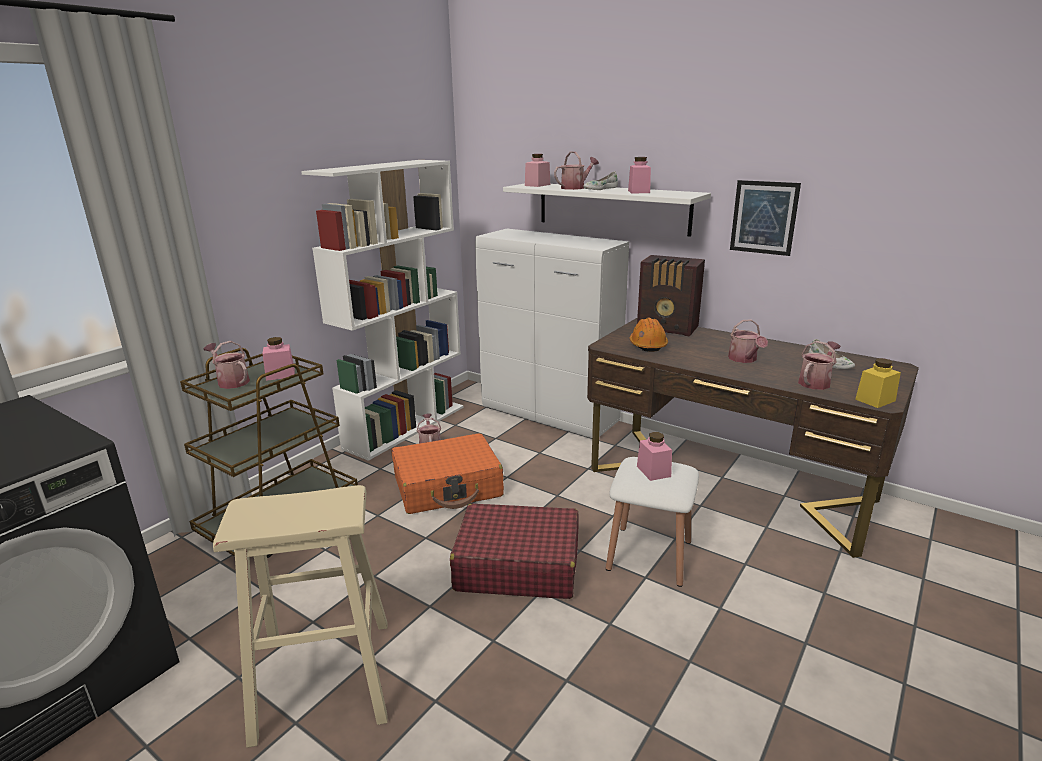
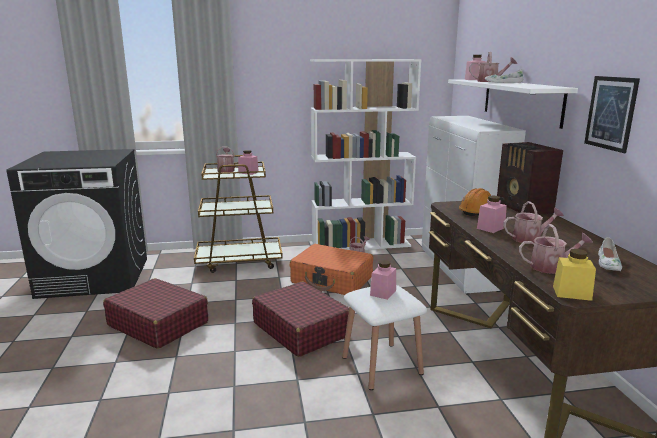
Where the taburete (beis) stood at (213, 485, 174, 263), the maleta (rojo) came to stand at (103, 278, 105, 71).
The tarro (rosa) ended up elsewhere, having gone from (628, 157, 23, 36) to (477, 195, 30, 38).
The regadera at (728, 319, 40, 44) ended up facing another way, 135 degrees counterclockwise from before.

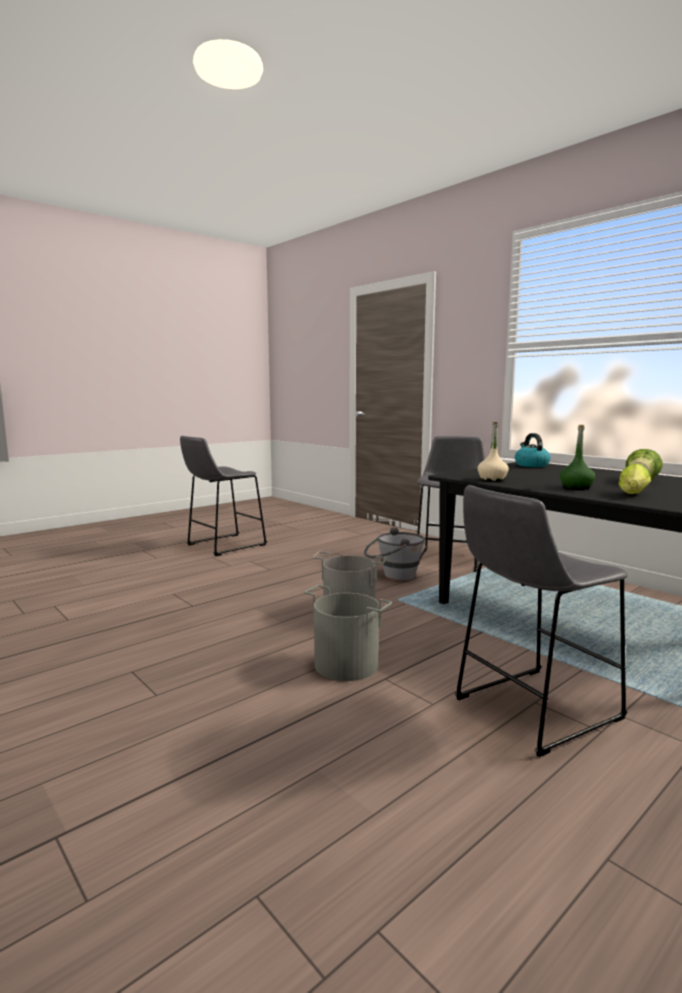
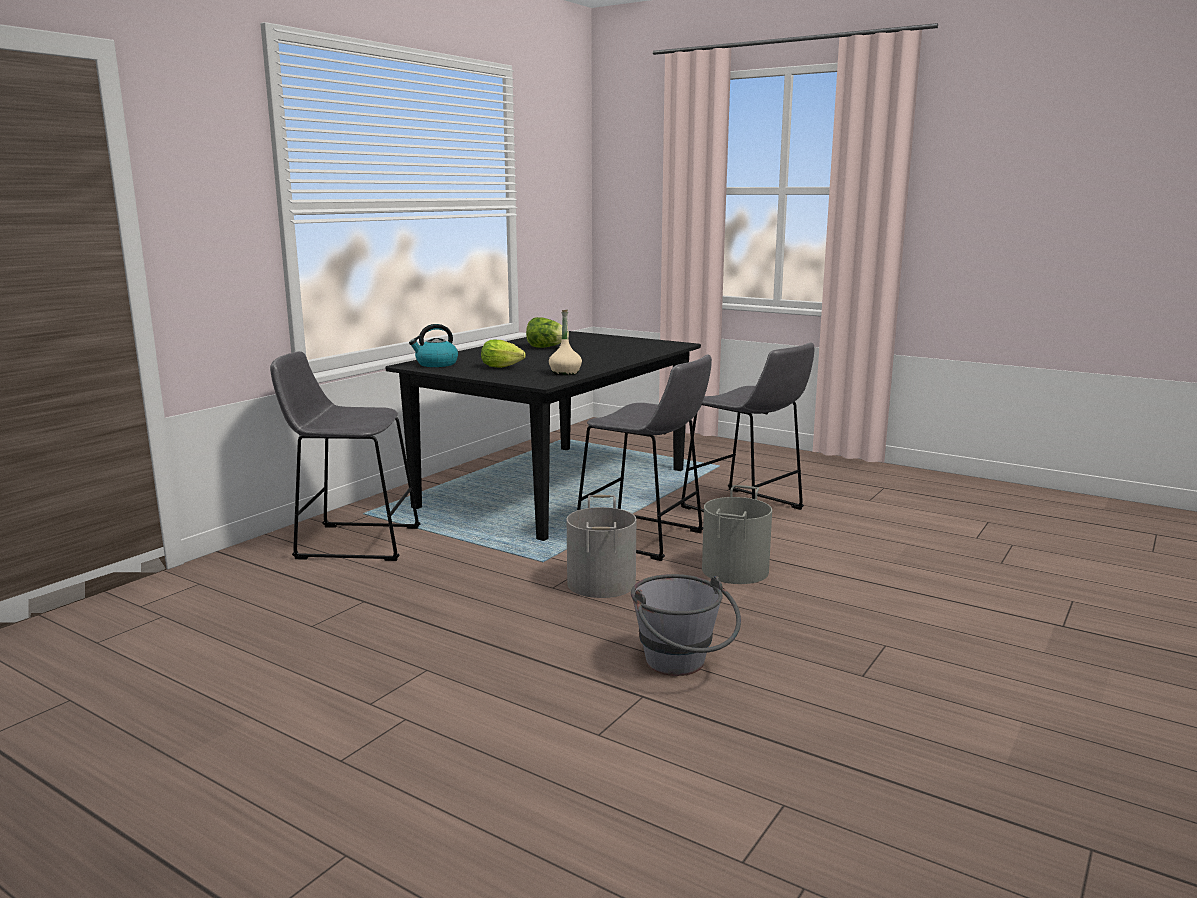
The taburete (gris) ended up elsewhere, having gone from (180, 436, 87, 120) to (577, 355, 135, 206).
The cubo (gris) ended up elsewhere, having gone from (364, 527, 61, 54) to (631, 574, 110, 102).
The second view lost the botella (verde) at (560, 425, 35, 65).
The lechuga ended up elsewhere, having gone from (619, 463, 32, 31) to (481, 339, 45, 29).

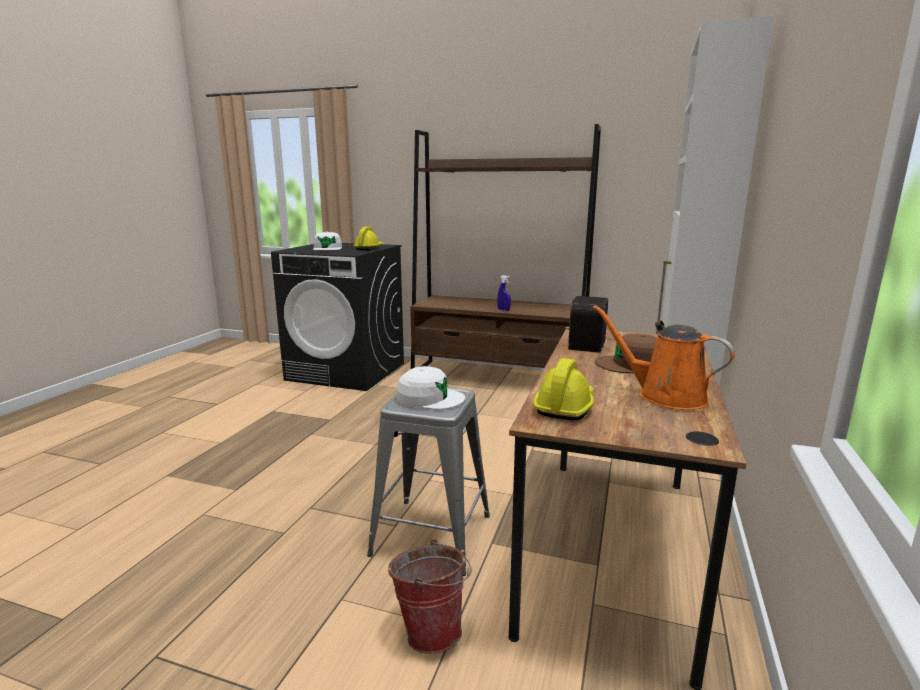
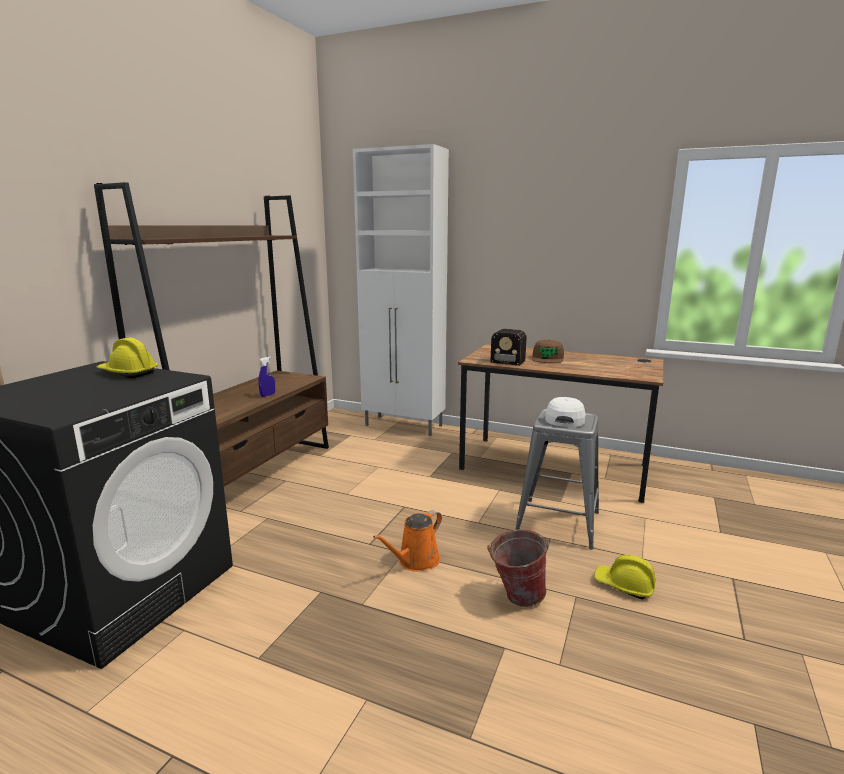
The second view lost the gorra (blanco) at (313, 232, 29, 18).
The cubo ended up elsewhere, having gone from (388, 539, 84, 115) to (487, 529, 62, 78).
The casco (amarillo) ended up elsewhere, having gone from (533, 358, 61, 63) to (595, 555, 60, 44).
The regadera (naranja) ended up elsewhere, having gone from (593, 305, 142, 105) to (373, 510, 69, 62).

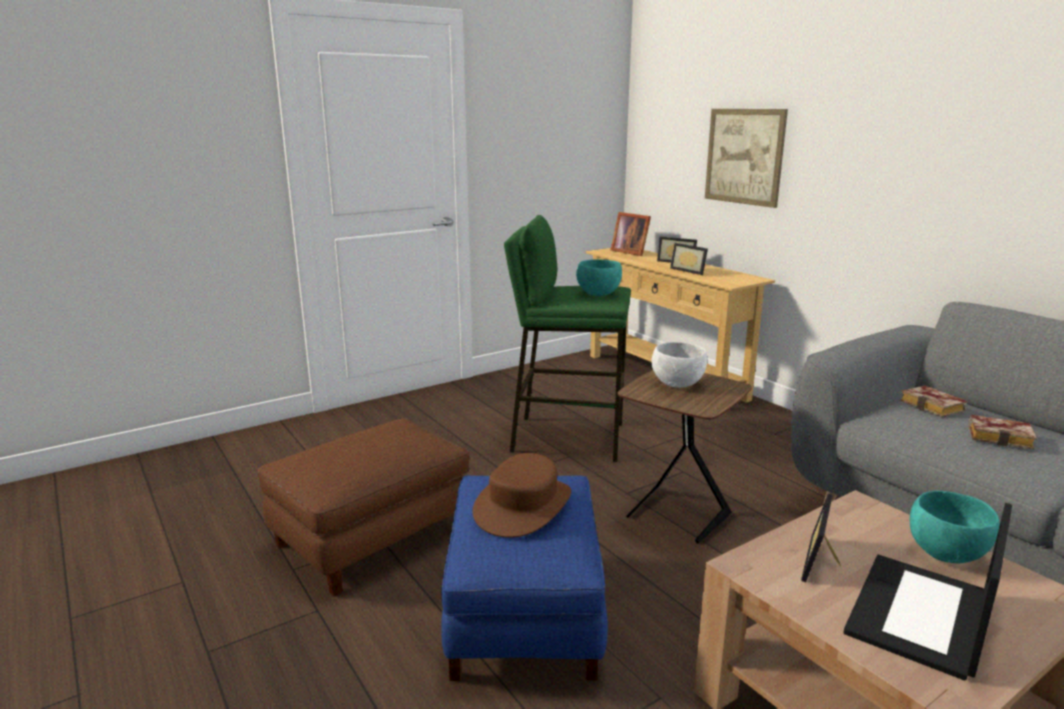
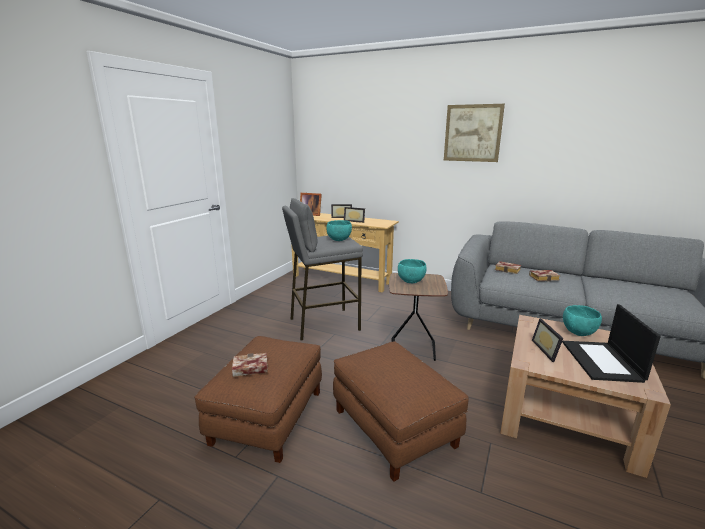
What was the puf (azul) at (441, 475, 167, 206) turned into the puf (marrón) at (333, 341, 136, 141).
The second view lost the sombrero (marrón) at (473, 453, 98, 85).
What was the taburete (verde) at (504, 215, 127, 247) turned into the taburete (gris) at (282, 198, 81, 143).
What was the cuenco (blanco) at (651, 342, 56, 46) turned into the cuenco (turquesa) at (398, 259, 29, 24).
The cuadro ended up elsewhere, having gone from (705, 109, 83, 99) to (444, 104, 61, 58).
The second view gained the libro at (232, 353, 36, 24).

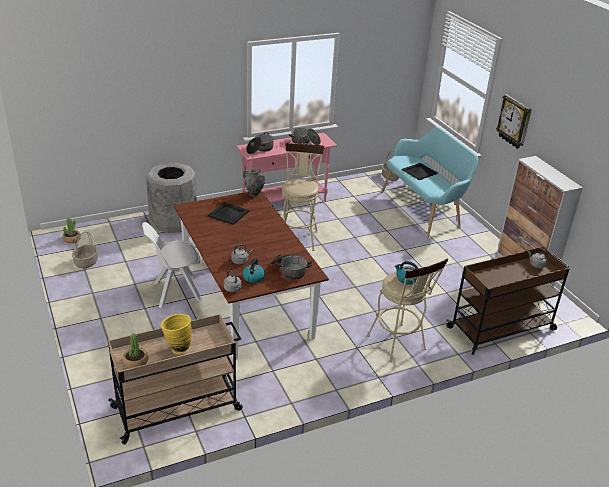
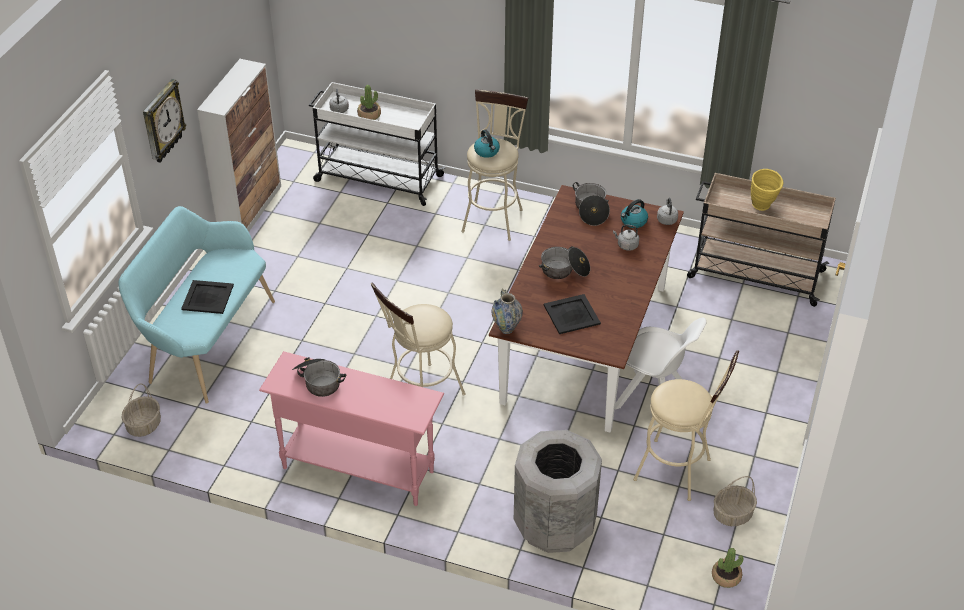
The planta en maceta ended up elsewhere, having gone from (123, 333, 25, 35) to (357, 85, 24, 35).
The olla ended up elsewhere, having gone from (246, 132, 28, 22) to (539, 246, 51, 33).
What was the carrito (marrón) at (446, 247, 124, 108) turned into the carrito (blanco) at (309, 82, 136, 124).
The second view gained the taburete (beis) at (633, 350, 106, 151).

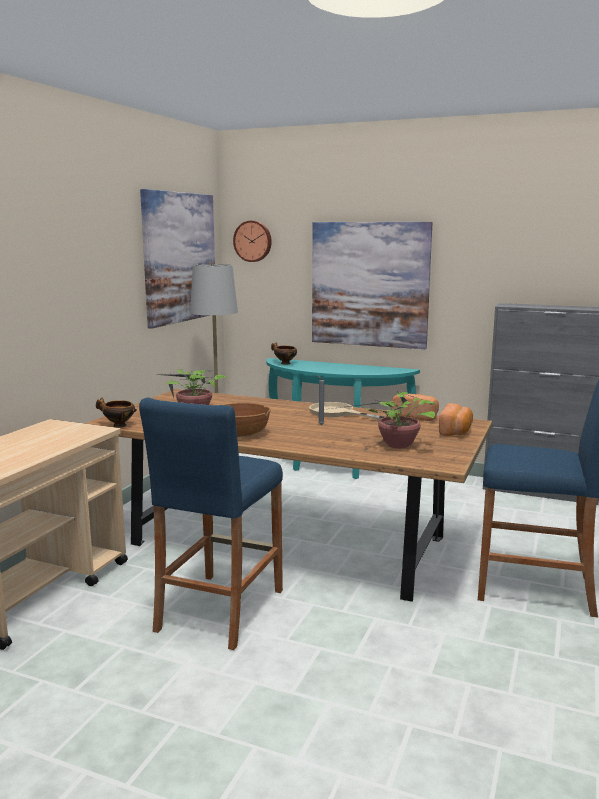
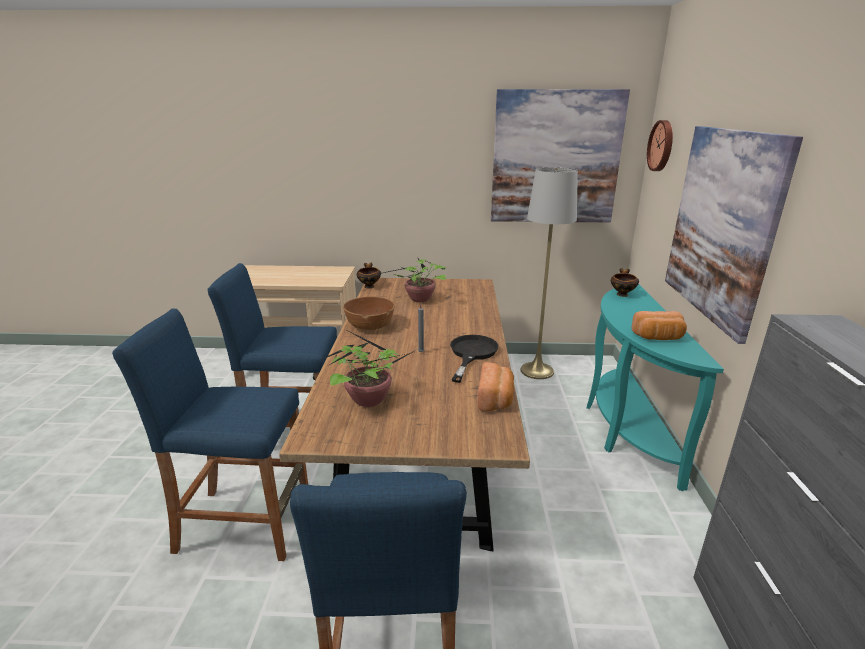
What was the sartén (beis) at (309, 402, 75, 18) turned into the sartén (negro) at (450, 335, 48, 48).
The pan ended up elsewhere, having gone from (439, 403, 34, 33) to (631, 311, 56, 29).
The second view gained the taburete (azul) at (112, 308, 196, 253).

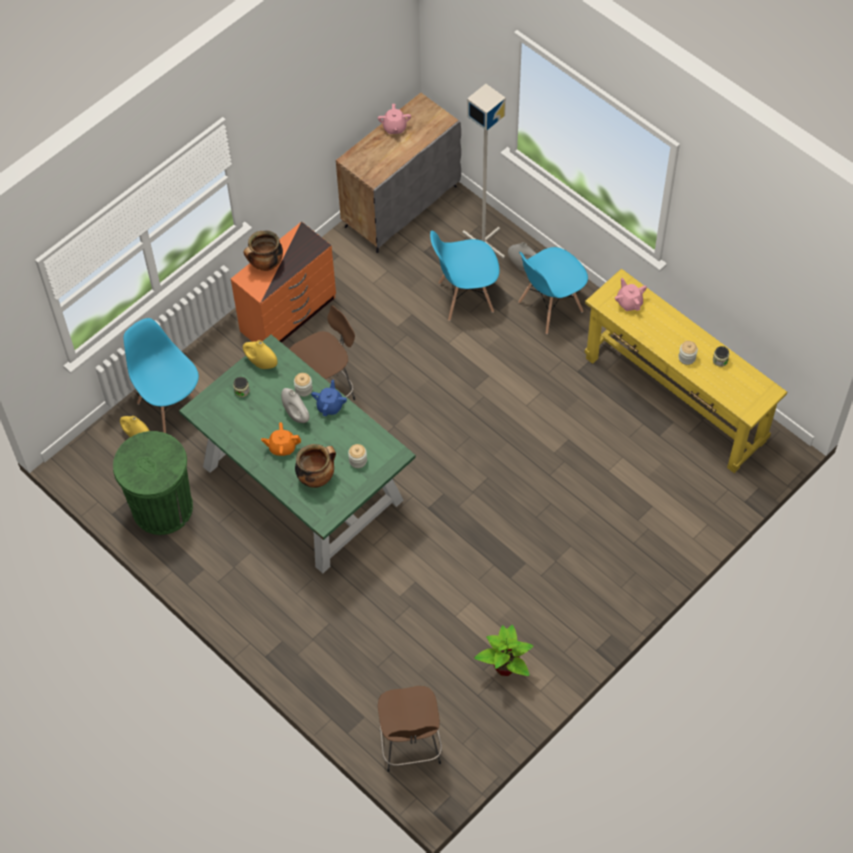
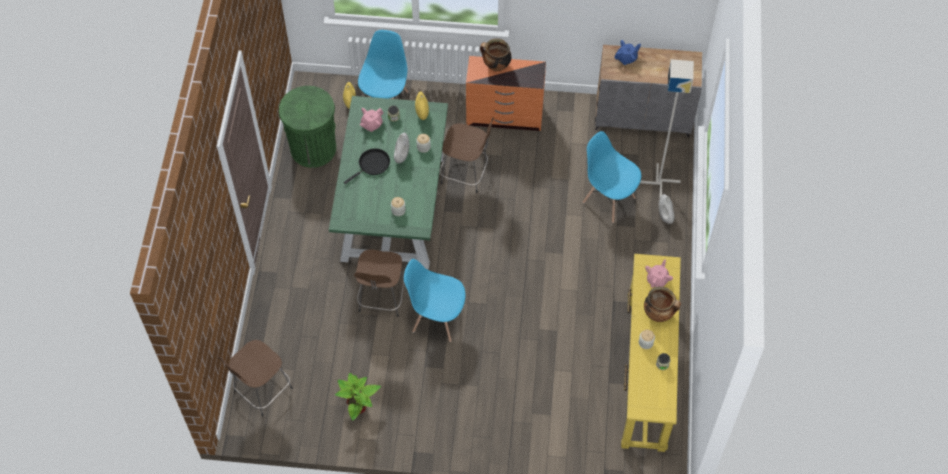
Where the tetera (naranja) stood at (261, 422, 40, 34), the sartén (negro) came to stand at (344, 148, 46, 36).
The olla ended up elsewhere, having gone from (295, 444, 41, 44) to (644, 286, 37, 36).
The tetera (azul) ended up elsewhere, having gone from (311, 380, 36, 36) to (614, 40, 27, 25).
The tetera (rosa) ended up elsewhere, having gone from (378, 104, 33, 30) to (359, 108, 25, 24).
The silla (azul) ended up elsewhere, having gone from (518, 247, 70, 87) to (404, 259, 62, 83).
The second view gained the taburete (marrón) at (354, 249, 50, 68).

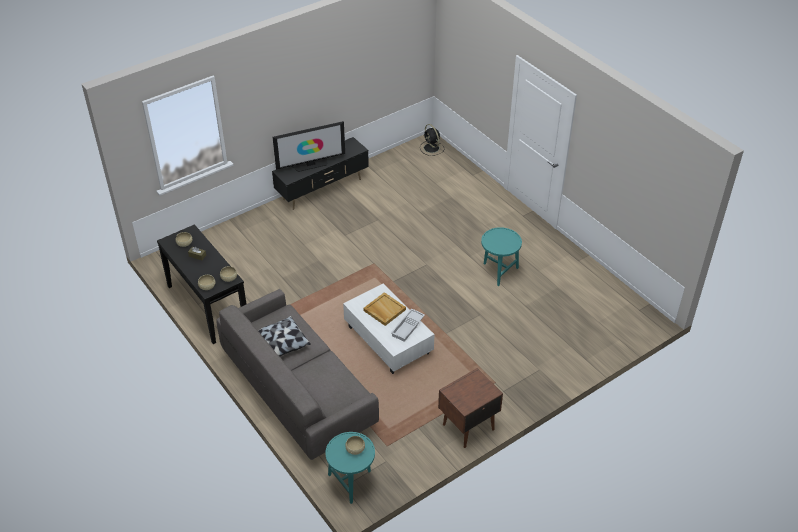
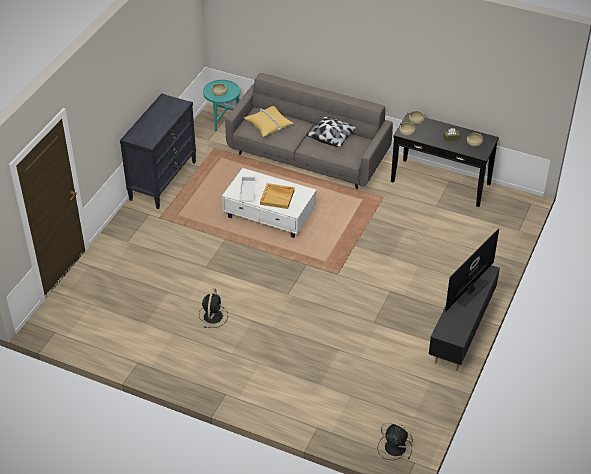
Where the mesita de noche (marrón) stood at (438, 368, 65, 80), the cómoda (negro) came to stand at (120, 93, 76, 116).
Where the mesa auxiliar (turquesa) stood at (481, 227, 41, 59), the ventilador (negro) came to stand at (199, 288, 29, 40).
The second view gained the cojín (amarillo) at (244, 106, 49, 31).

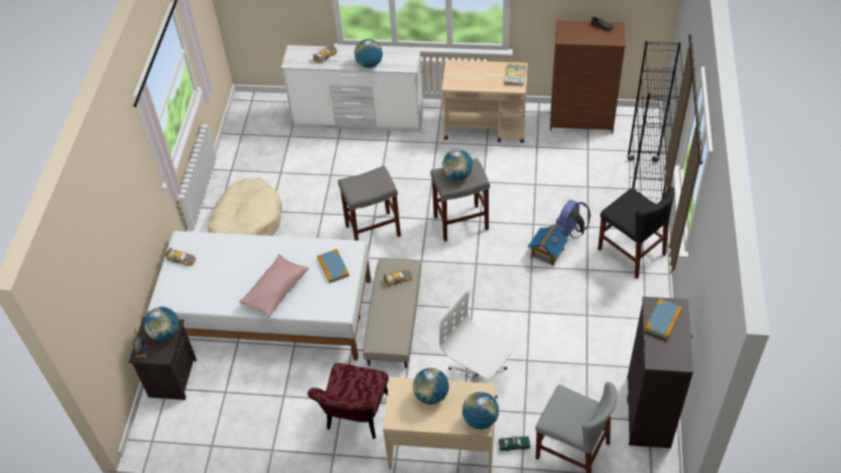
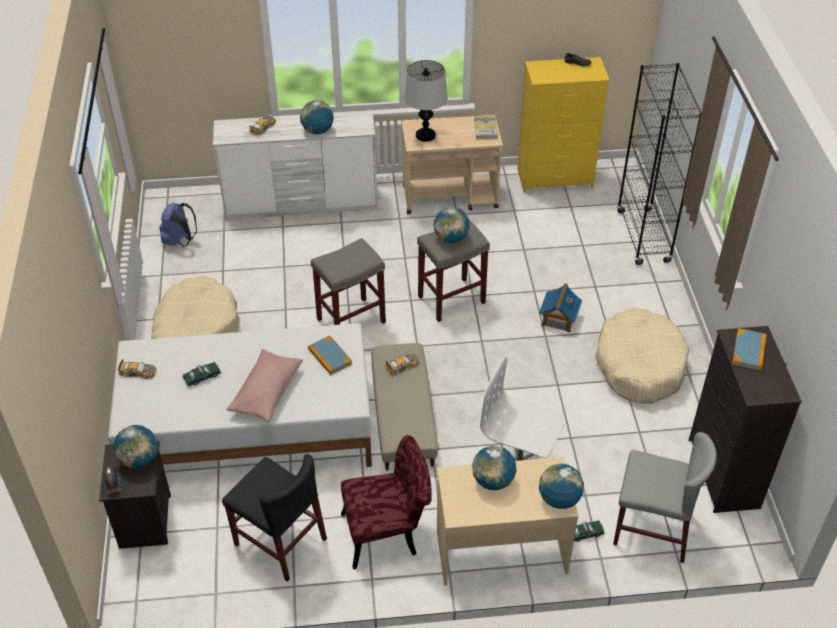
The silla (rojo) at (307, 363, 81, 76) ended up facing another way, 105 degrees counterclockwise from before.
What was the cómoda (marrón) at (550, 20, 76, 113) turned into the cómoda (amarillo) at (517, 57, 92, 136).
The mochila (azul) ended up elsewhere, having gone from (556, 200, 35, 38) to (159, 203, 38, 44).
The silla (negro) ended up elsewhere, having gone from (598, 186, 77, 93) to (222, 454, 105, 128).
The second view gained the coche de juguete at (182, 362, 39, 25).
The second view gained the lámpara de mesa at (404, 60, 43, 82).
The second view gained the cama para perro (beis) at (595, 307, 94, 97).

